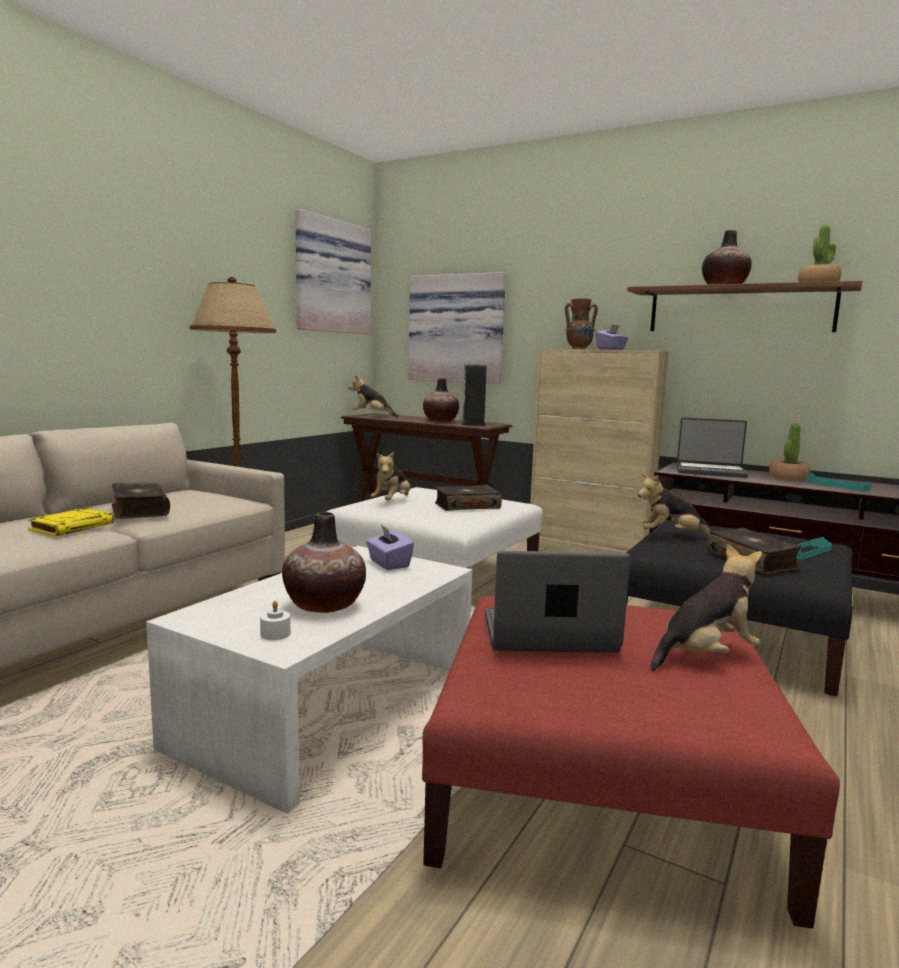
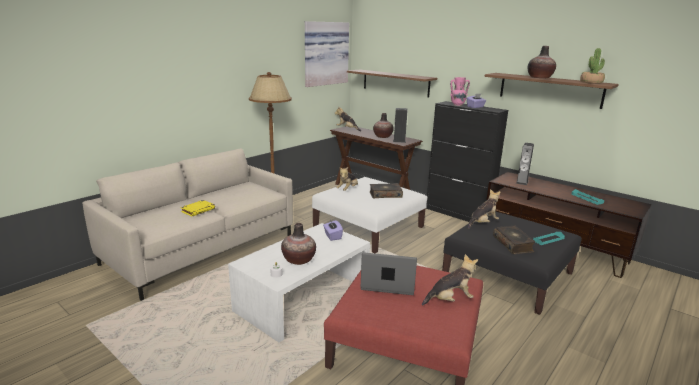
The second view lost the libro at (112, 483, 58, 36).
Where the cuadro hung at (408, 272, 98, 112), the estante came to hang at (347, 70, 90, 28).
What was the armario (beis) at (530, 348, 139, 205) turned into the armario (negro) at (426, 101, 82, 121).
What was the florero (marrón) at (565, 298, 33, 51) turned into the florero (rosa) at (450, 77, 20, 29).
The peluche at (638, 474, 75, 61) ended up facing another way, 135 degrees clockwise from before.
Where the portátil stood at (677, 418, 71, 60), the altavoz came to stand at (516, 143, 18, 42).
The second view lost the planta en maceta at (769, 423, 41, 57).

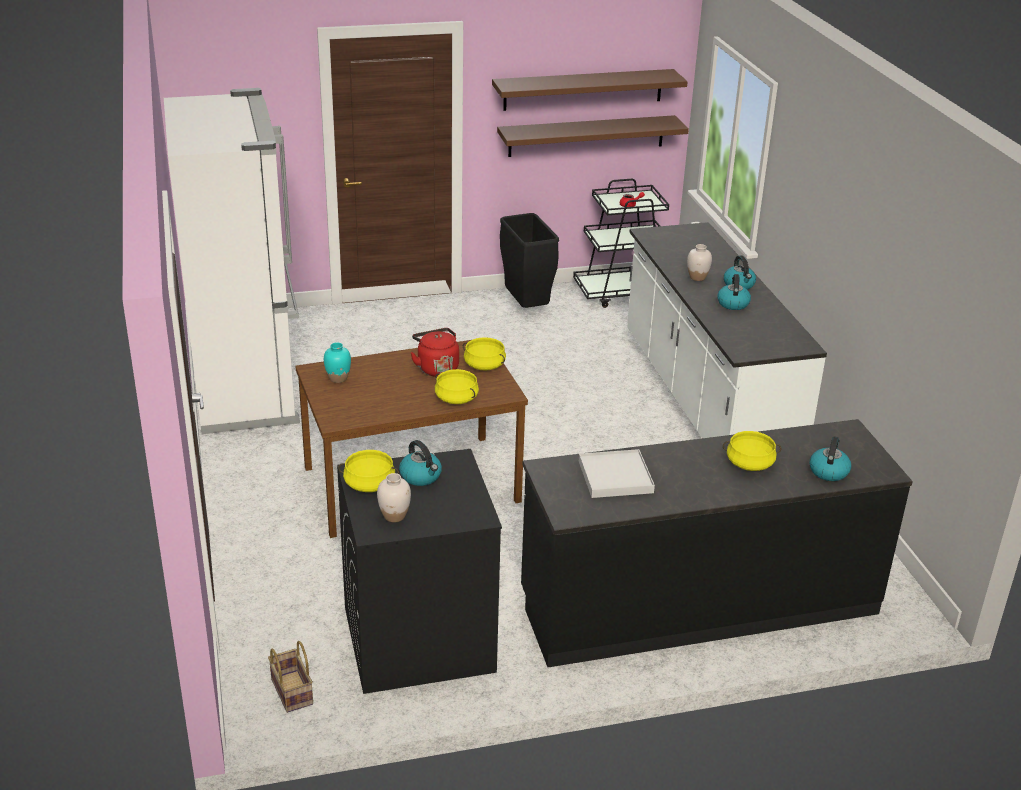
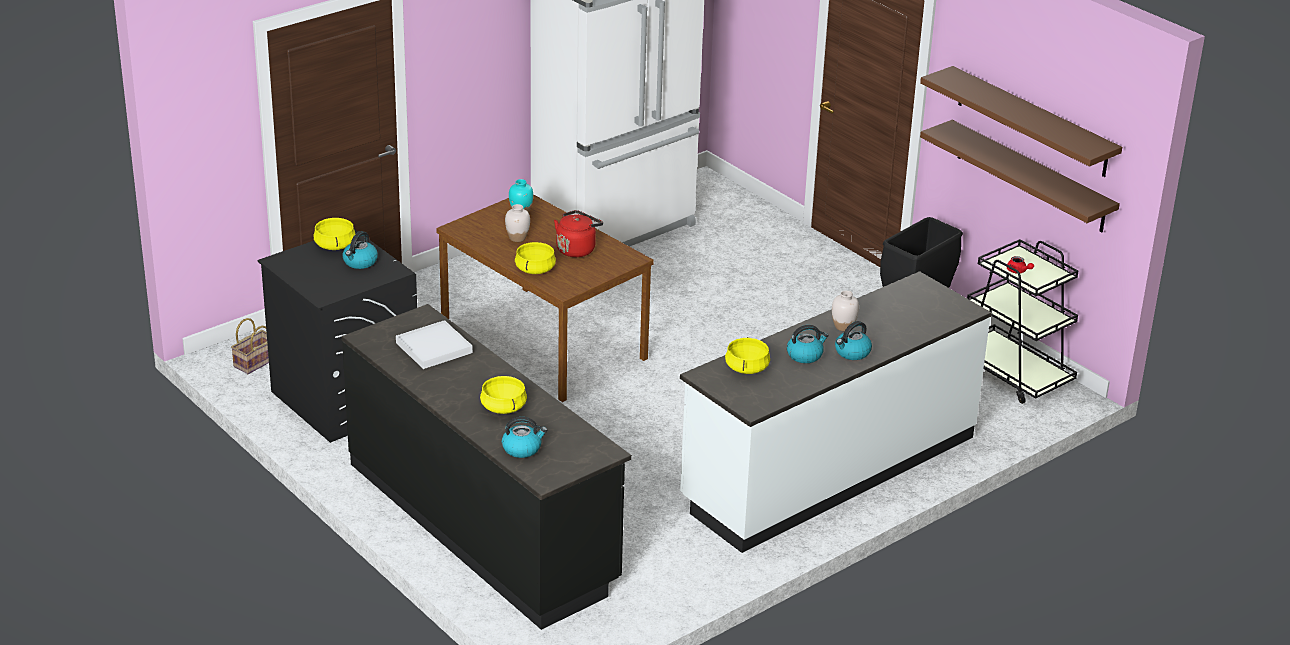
The florero (blanco) ended up elsewhere, having gone from (377, 473, 34, 49) to (505, 204, 25, 38).
The olla (amarillo) ended up elsewhere, having gone from (463, 337, 43, 34) to (725, 337, 45, 37).

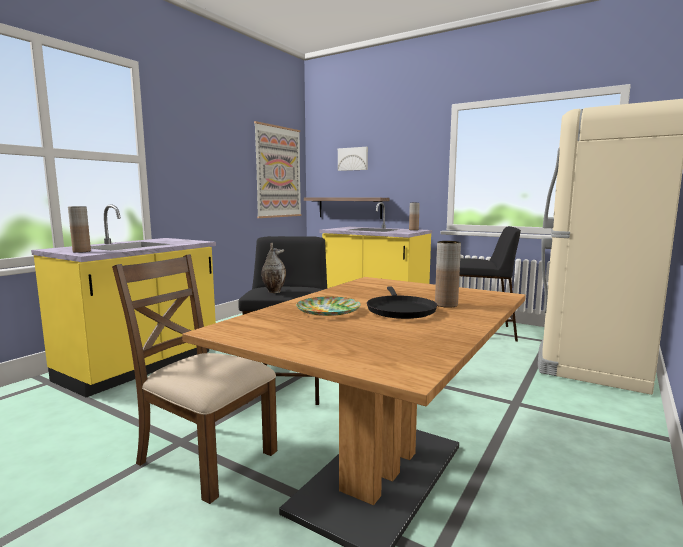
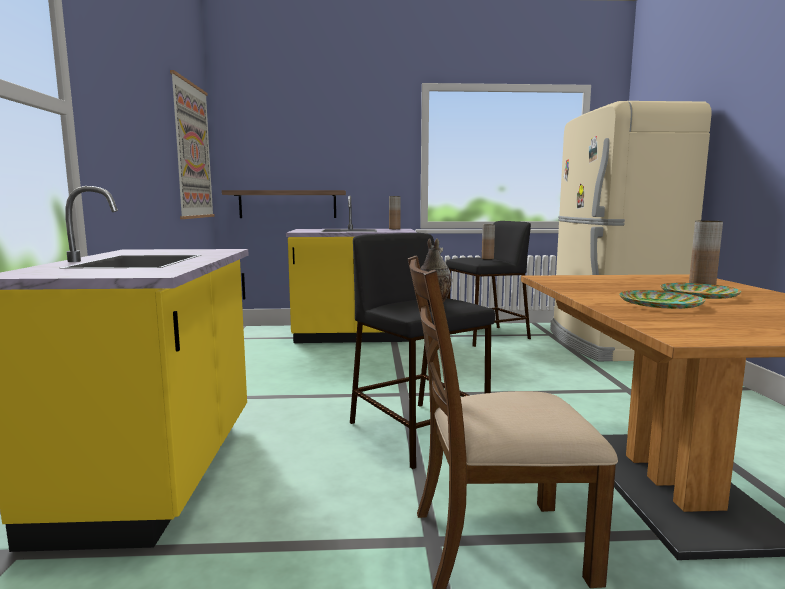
The florero (marrón) ended up elsewhere, having gone from (68, 206, 23, 47) to (482, 224, 13, 36).
The second view lost the cuadro at (338, 147, 30, 24).
Where the sartén (negro) stood at (367, 286, 70, 33), the plato came to stand at (661, 283, 81, 16).

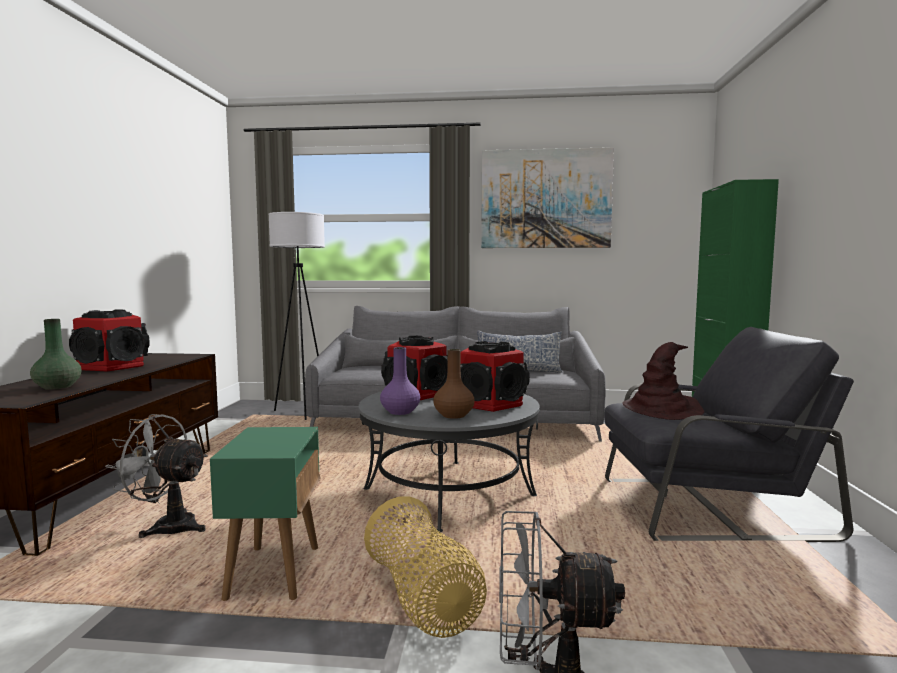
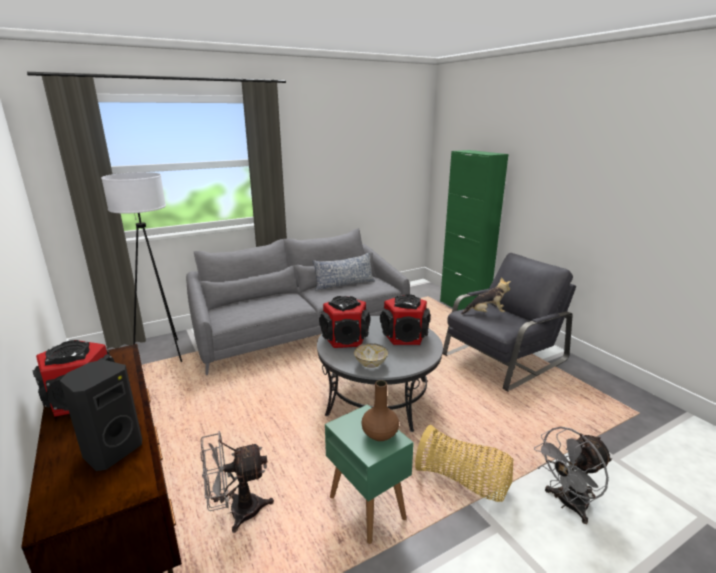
Where the florero (verde) stood at (30, 319, 52, 71), the altavoz (negro) came to stand at (60, 360, 82, 111).
Where the florero (morado) stood at (380, 347, 40, 68), the cuenco came to stand at (354, 343, 35, 25).
The florero (marrón) ended up elsewhere, having gone from (433, 349, 42, 70) to (361, 380, 38, 61).
The second view lost the cuadro at (481, 147, 133, 101).
Where the sombrero (marrón) stood at (622, 342, 82, 78), the peluche came to stand at (461, 277, 50, 37).

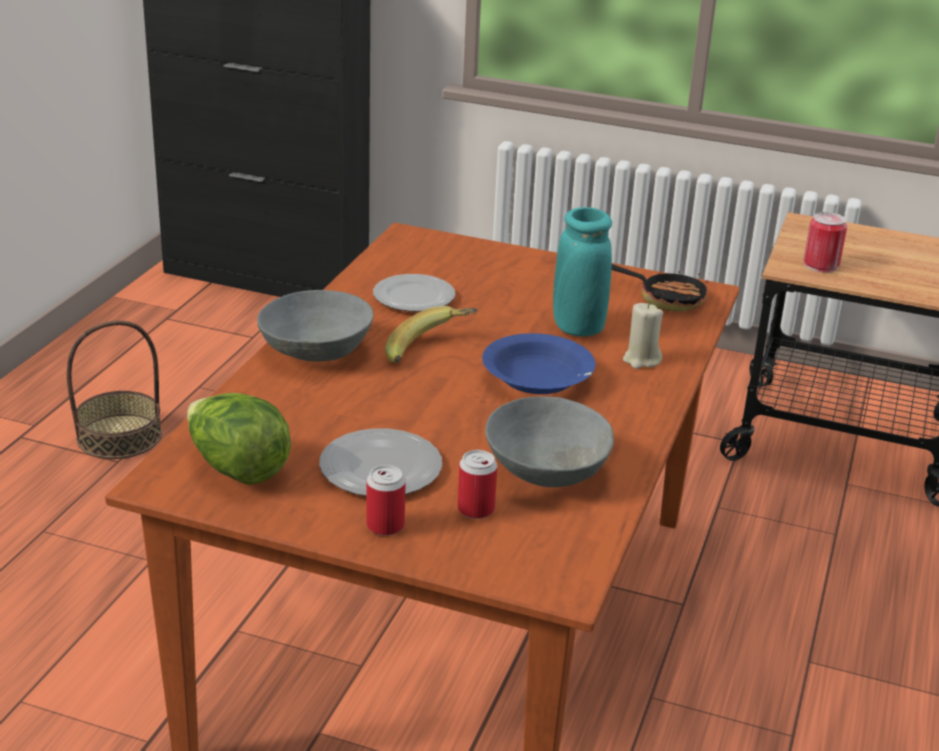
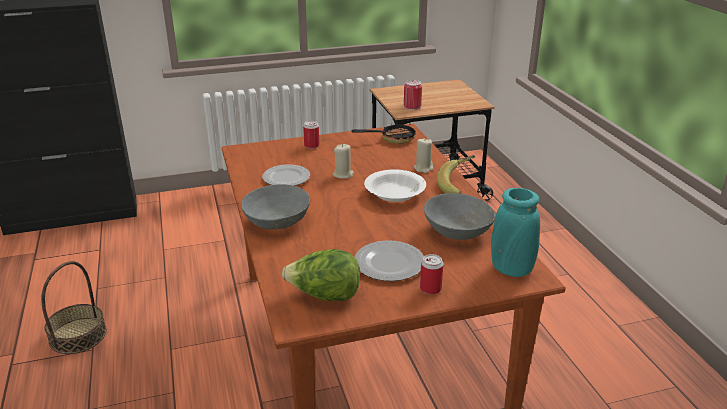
The plátano ended up elsewhere, having gone from (385, 306, 93, 57) to (437, 155, 38, 39).
The lata ended up elsewhere, having gone from (458, 450, 39, 69) to (303, 121, 16, 28).
What was the cuenco (azul) at (482, 333, 114, 61) turned into the cuenco (blanco) at (364, 169, 62, 33).
The florero (turquesa) ended up elsewhere, having gone from (553, 207, 59, 129) to (491, 188, 49, 89).
The second view gained the vela (beis) at (333, 144, 21, 35).

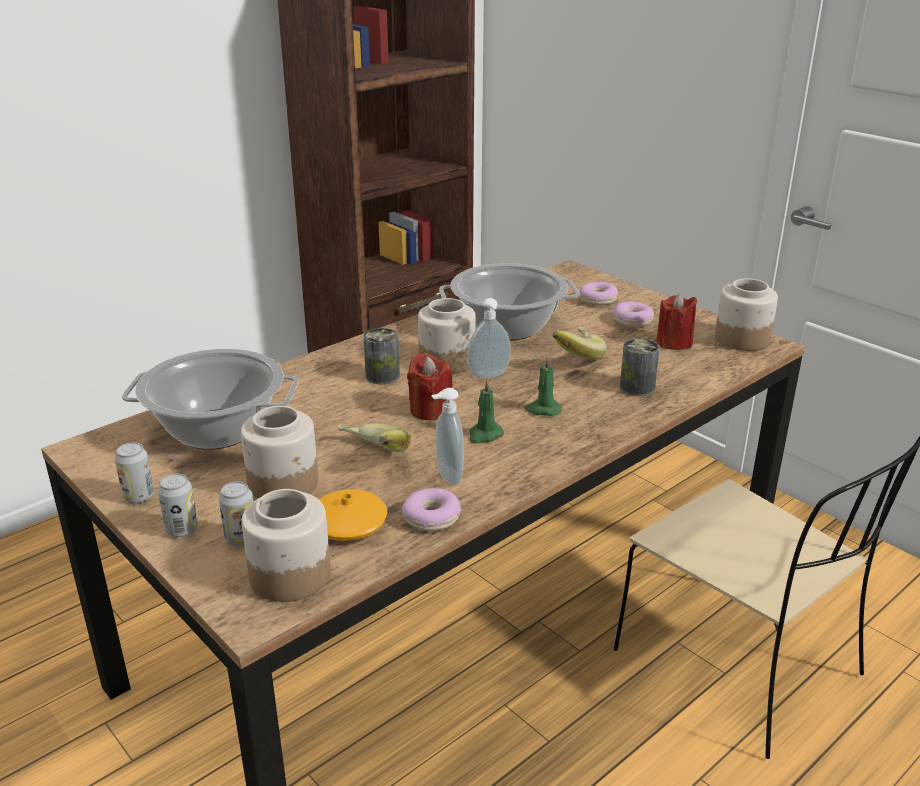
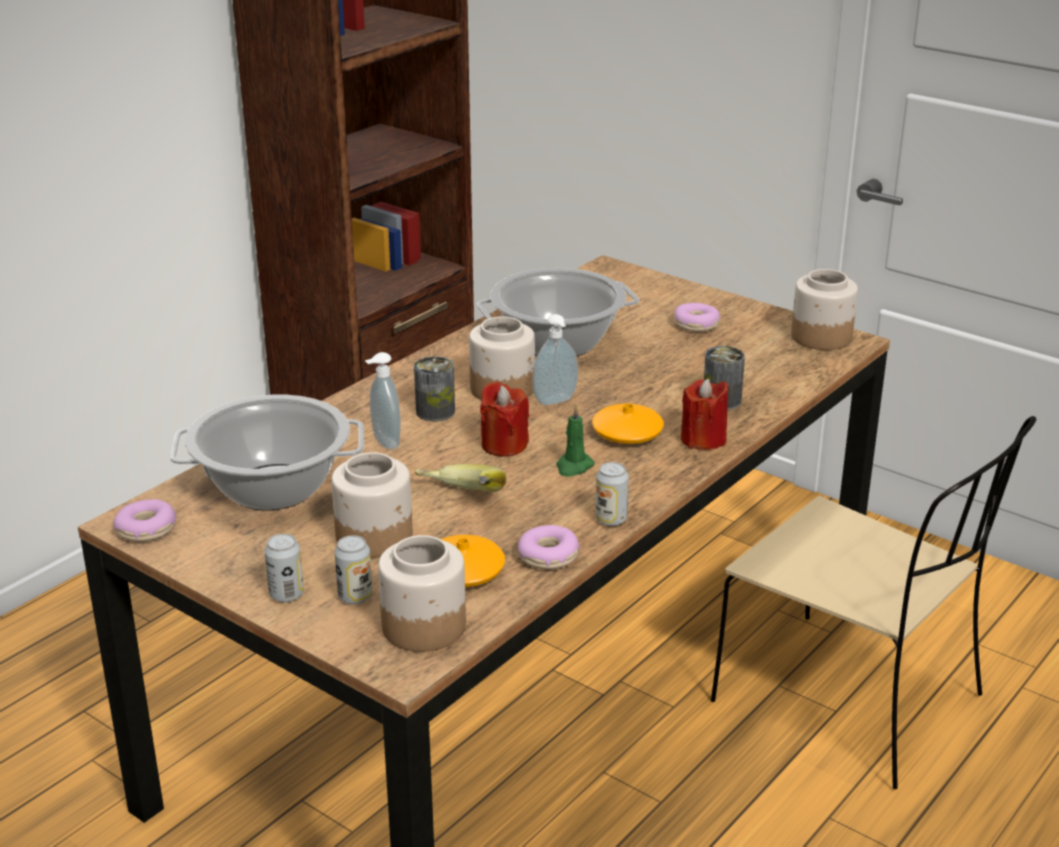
The lata ended up elsewhere, having gone from (115, 442, 39, 61) to (595, 462, 34, 64).
The dispensador de jabón ended up elsewhere, having gone from (431, 388, 33, 97) to (365, 352, 36, 98).
Where the vela (verde) stood at (525, 356, 37, 60), the florero (naranja) came to stand at (592, 404, 72, 40).
The second view lost the plátano at (552, 327, 55, 33).
The rosquilla ended up elsewhere, having gone from (579, 282, 39, 23) to (113, 499, 63, 43).
The vela (rojo) ended up elsewhere, having gone from (656, 293, 41, 57) to (681, 378, 47, 72).

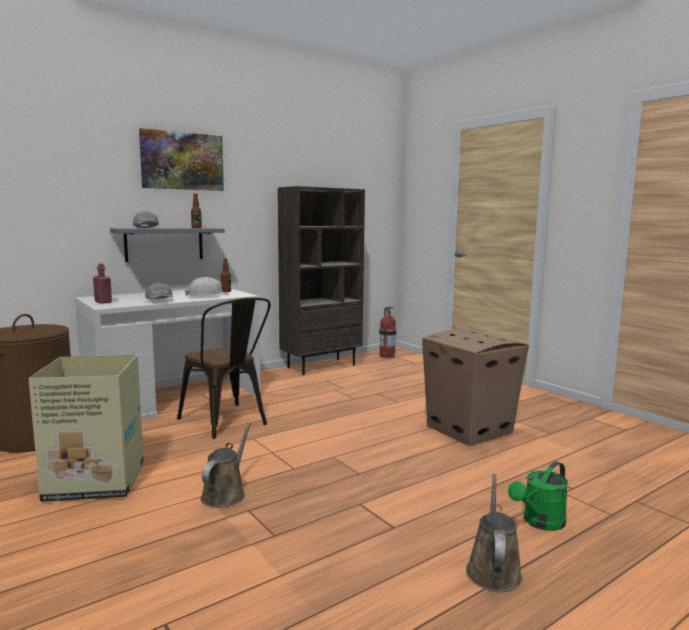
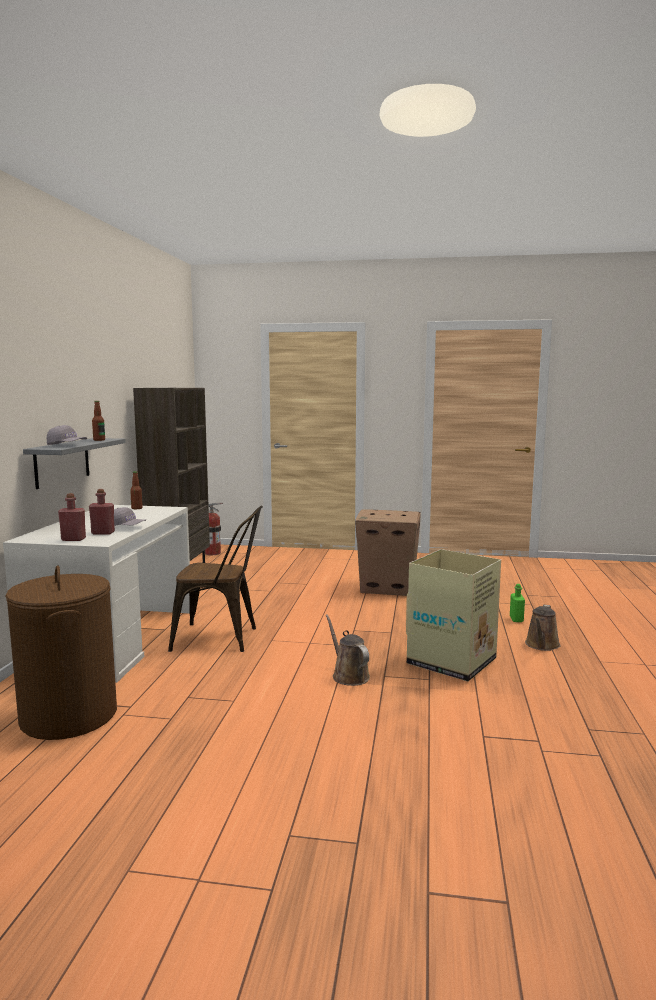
The caja de cartón ended up elsewhere, having gone from (28, 355, 116, 147) to (406, 549, 95, 133).
The second view lost the cuadro at (139, 128, 85, 63).
The second view lost the casco (blanco) at (185, 277, 44, 19).
The regadera (marrón) at (466, 474, 57, 118) ended up facing another way, 120 degrees counterclockwise from before.
Where the regadera (verde) stood at (508, 461, 60, 70), the botella (verde) came to stand at (510, 584, 15, 38).
The second view gained the botella (rojo) at (89, 489, 26, 45).

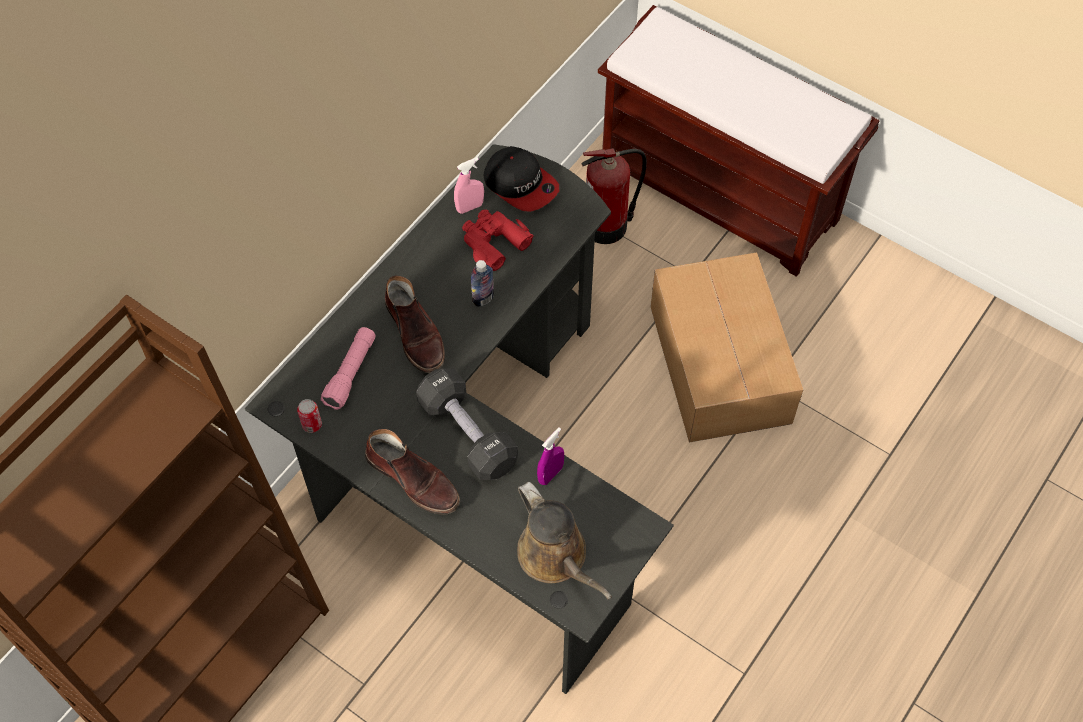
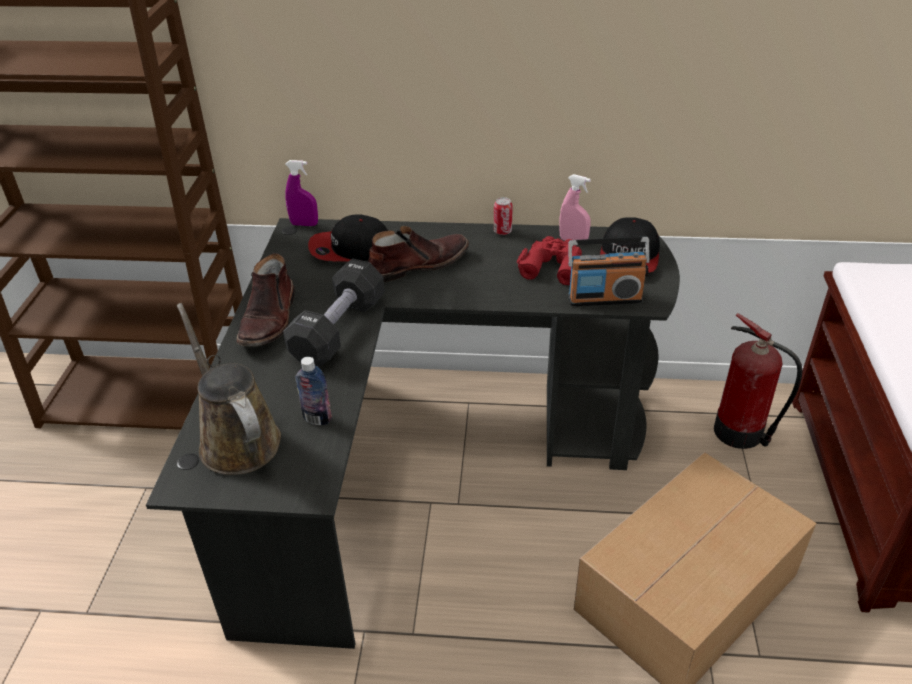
The lata ended up elsewhere, having gone from (297, 399, 25, 34) to (494, 197, 19, 38).
Where the linterna (rosa) stood at (321, 327, 55, 83), the gorra came to stand at (308, 214, 80, 47).
The bota (marrón) at (385, 276, 60, 97) ended up facing another way, 150 degrees counterclockwise from before.
The botella ended up elsewhere, having gone from (471, 260, 23, 47) to (295, 357, 37, 68).
The regadera (marrón) at (517, 482, 95, 118) ended up facing another way, 120 degrees clockwise from before.
The pulverizador (morado) ended up elsewhere, having gone from (537, 427, 27, 58) to (285, 160, 33, 66).
The second view gained the radio at (568, 237, 82, 69).

